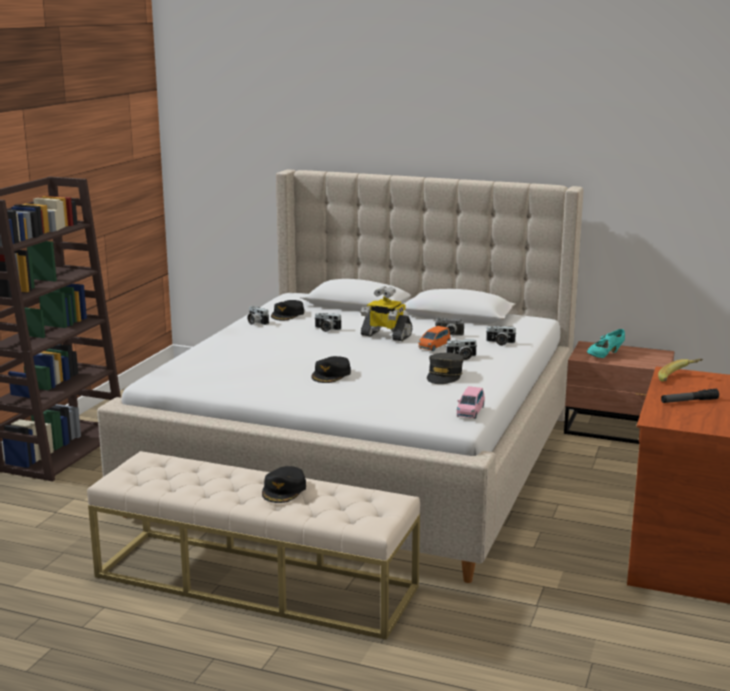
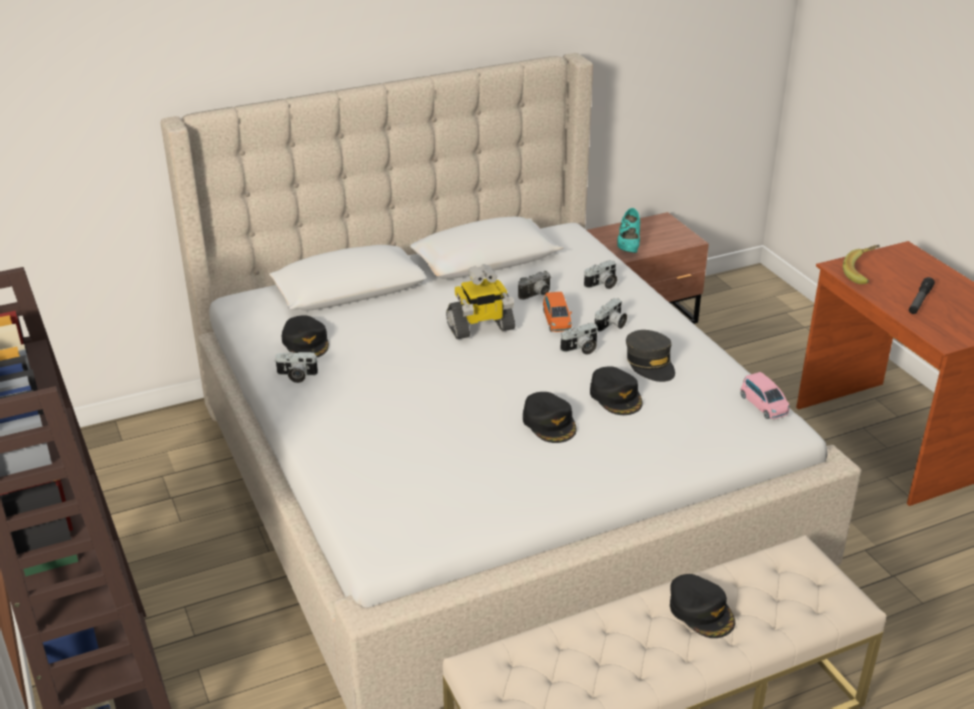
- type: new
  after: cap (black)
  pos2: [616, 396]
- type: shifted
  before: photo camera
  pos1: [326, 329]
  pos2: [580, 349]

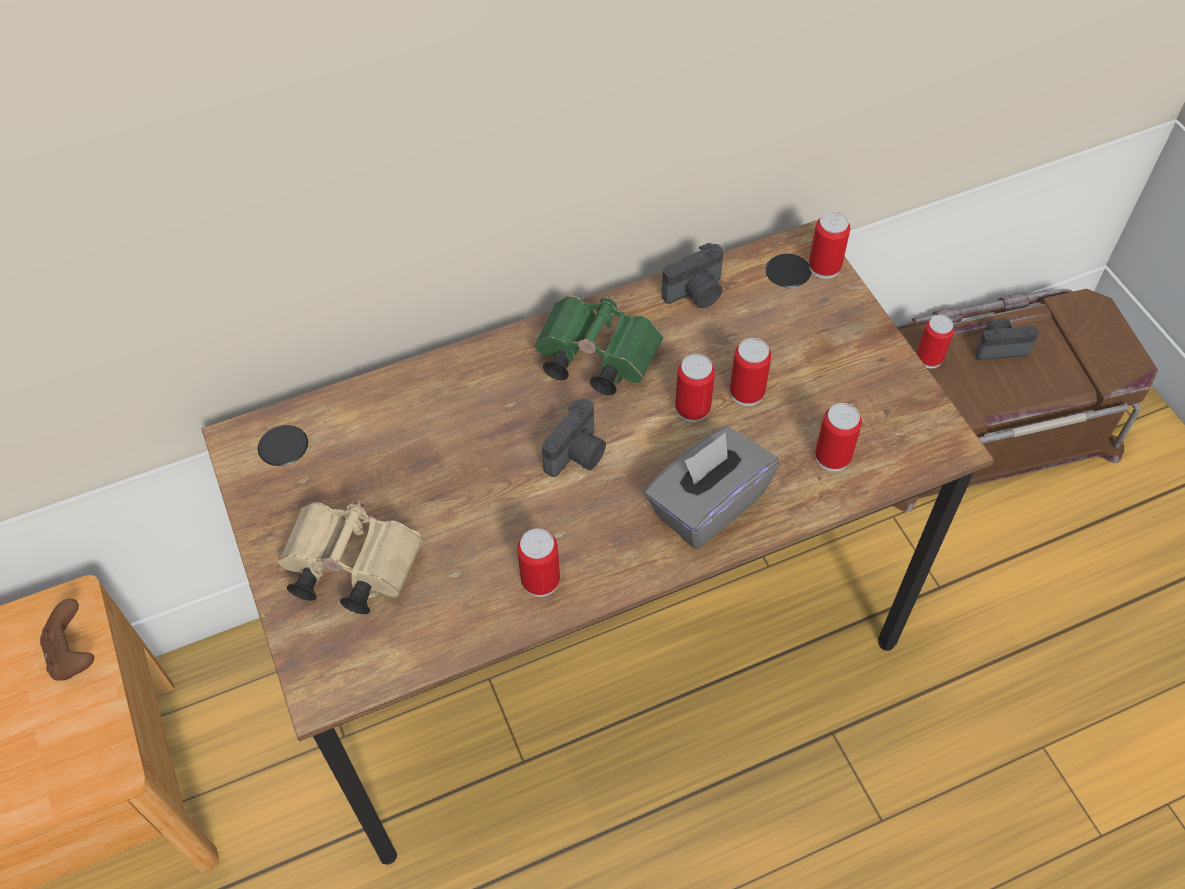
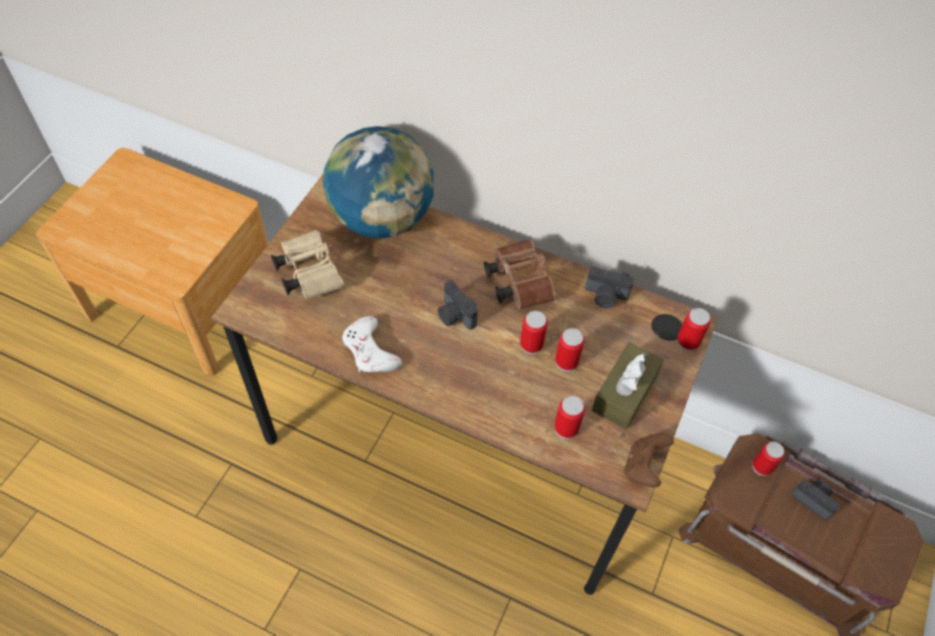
- type: gone
  before: tissue box (grey)
  pos1: [707, 504]
- type: new
  after: globe
  pos2: [382, 218]
- type: new
  after: tissue box (brown)
  pos2: [624, 393]
- type: shifted
  before: game controller (brown)
  pos1: [74, 654]
  pos2: [643, 467]
- type: swapped
  before: can
  after: game controller (white)
  pos1: [540, 580]
  pos2: [370, 351]
- type: repainted
  before: binoculars (green)
  after: binoculars (brown)
  pos1: [592, 358]
  pos2: [517, 281]
- type: rotated
  before: photo camera
  pos1: [578, 455]
  pos2: [454, 316]
  turn: 60

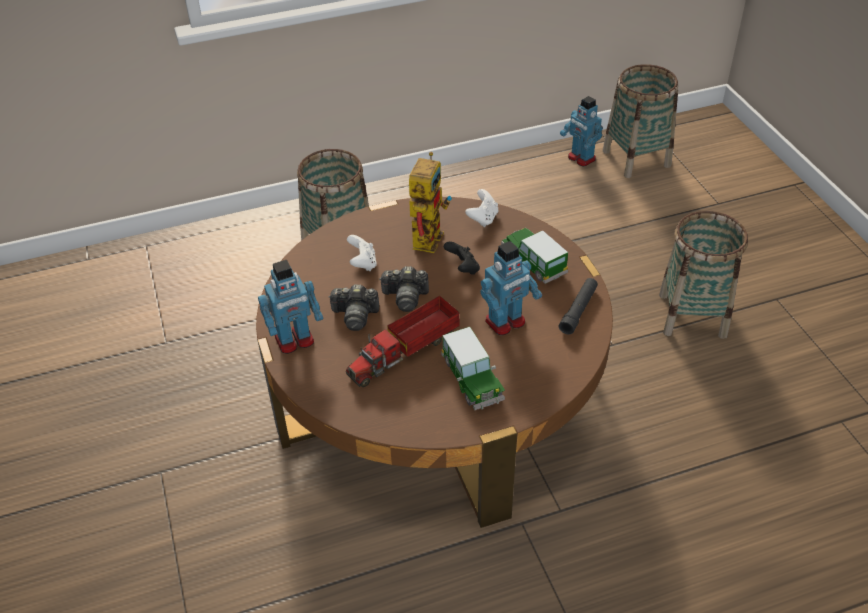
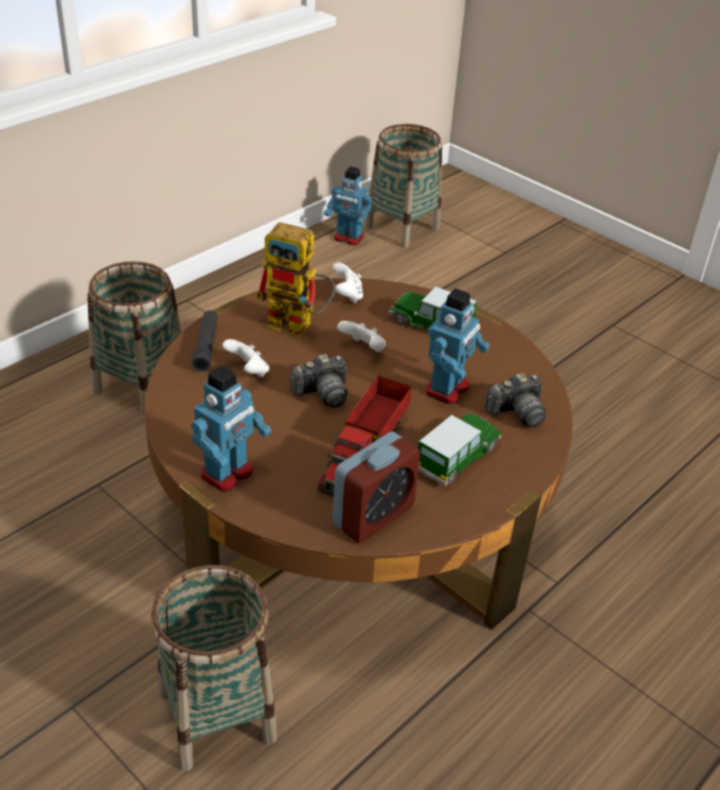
- type: new
  after: alarm clock
  pos2: [373, 515]
- type: shifted
  before: photo camera
  pos1: [355, 315]
  pos2: [517, 412]
- type: shifted
  before: flashlight (black)
  pos1: [578, 310]
  pos2: [206, 346]
- type: shifted
  before: basket
  pos1: [692, 315]
  pos2: [217, 716]
- type: repainted
  before: game controller (black)
  after: game controller (white)
  pos1: [463, 268]
  pos2: [363, 349]
- type: rotated
  before: toy robot
  pos1: [427, 235]
  pos2: [299, 325]
  turn: 120
- type: rotated
  before: toy car
  pos1: [472, 380]
  pos2: [457, 457]
  turn: -90

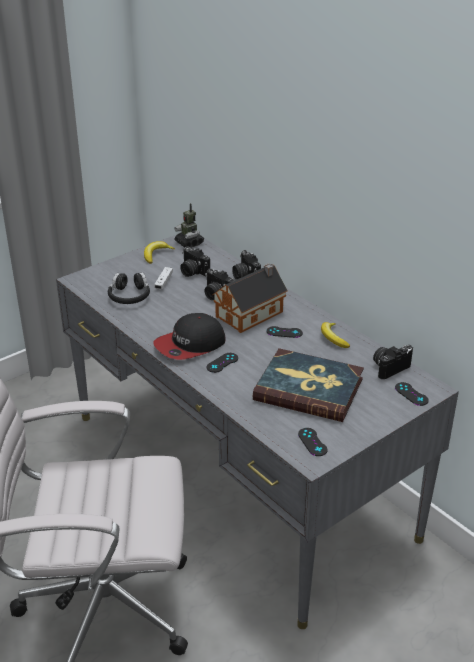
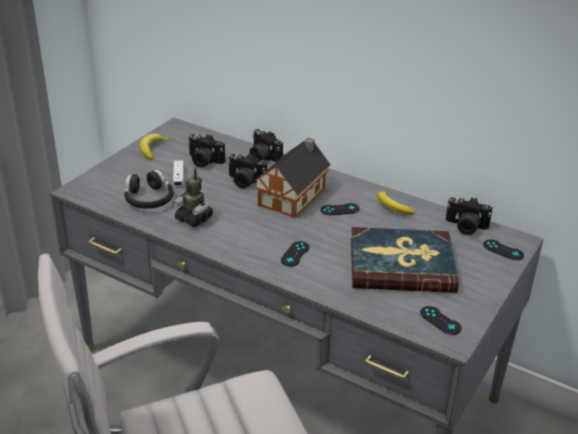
- type: gone
  before: cap
  pos1: [190, 345]
- type: shifted
  before: toy robot
  pos1: [189, 243]
  pos2: [194, 219]
- type: rotated
  before: photo camera
  pos1: [389, 367]
  pos2: [465, 227]
  turn: -105

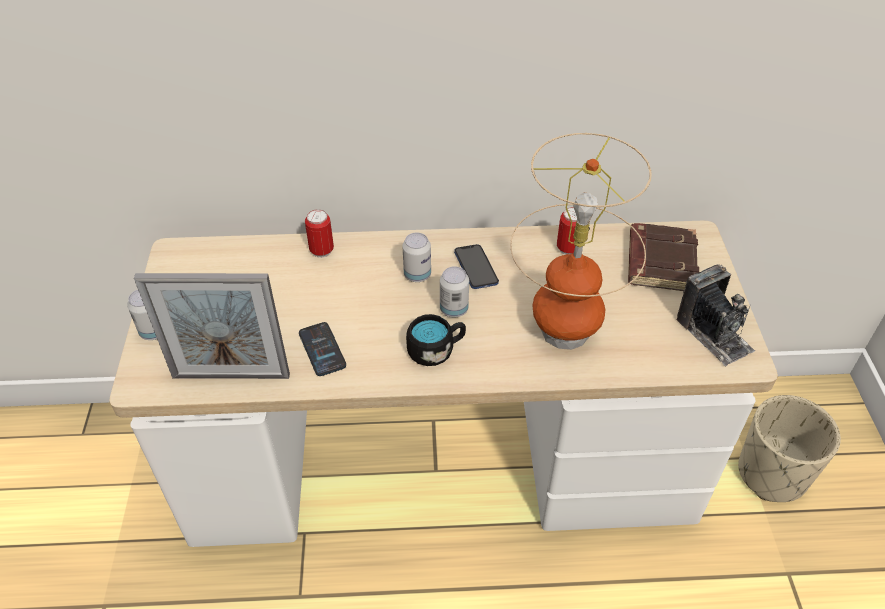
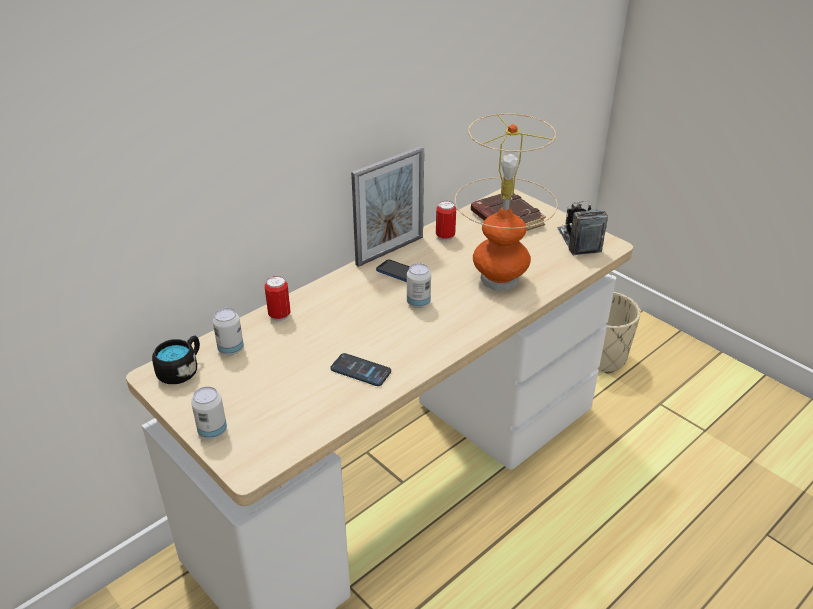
- type: shifted
  before: picture frame
  pos1: [231, 376]
  pos2: [390, 251]
- type: shifted
  before: can
  pos1: [417, 275]
  pos2: [231, 349]
- type: shifted
  before: mug (black)
  pos1: [436, 350]
  pos2: [182, 370]
- type: rotated
  before: photo camera
  pos1: [714, 334]
  pos2: [578, 240]
  turn: -120

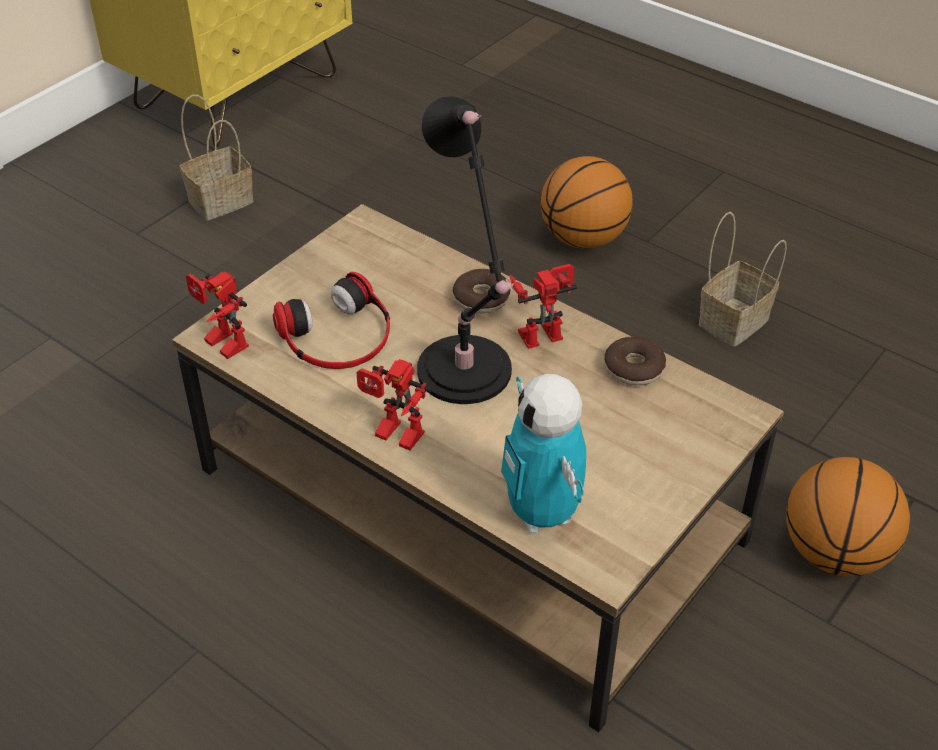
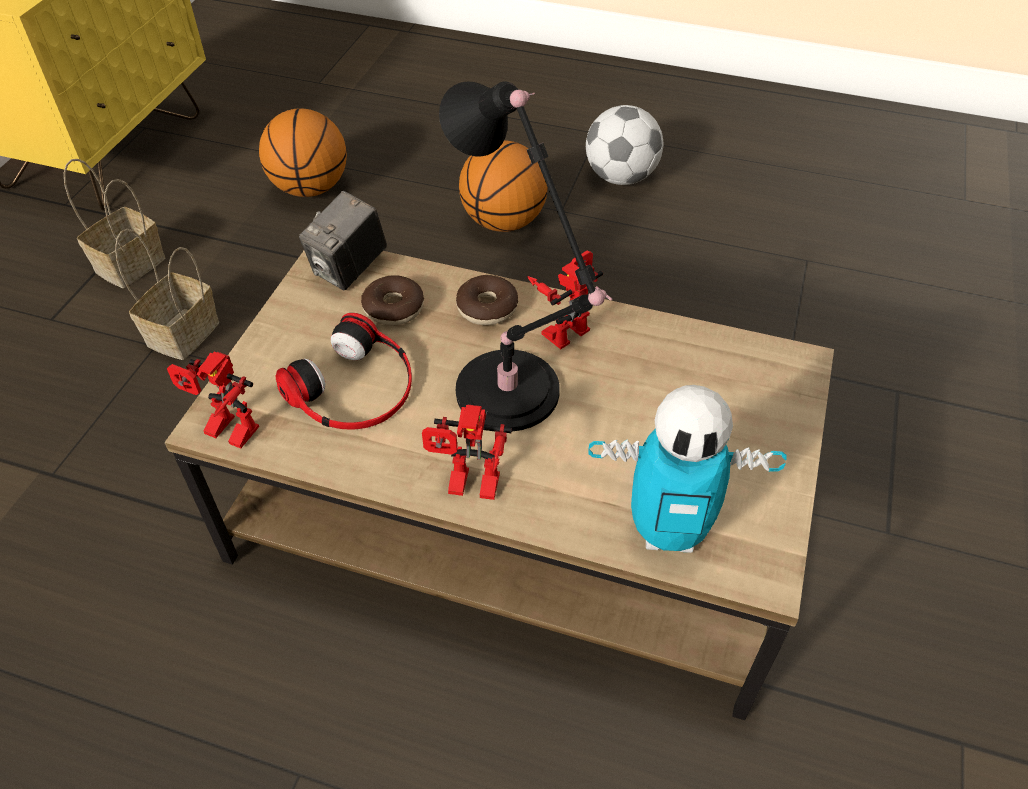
- type: new
  after: photo camera
  pos2: [349, 269]
- type: new
  after: football
  pos2: [621, 177]
- type: shifted
  before: donut
  pos1: [634, 368]
  pos2: [393, 308]
- type: shifted
  before: basket
  pos1: [733, 323]
  pos2: [183, 335]
- type: shifted
  before: basketball
  pos1: [834, 553]
  pos2: [309, 188]
- type: rotated
  before: toy robot
  pos1: [543, 514]
  pos2: [668, 531]
  turn: -45

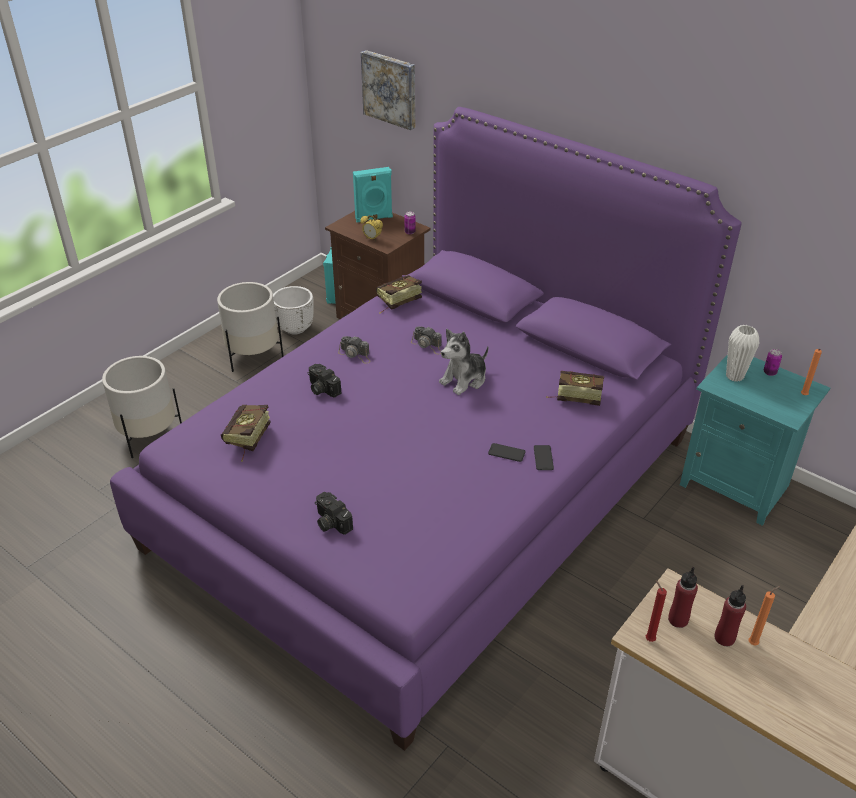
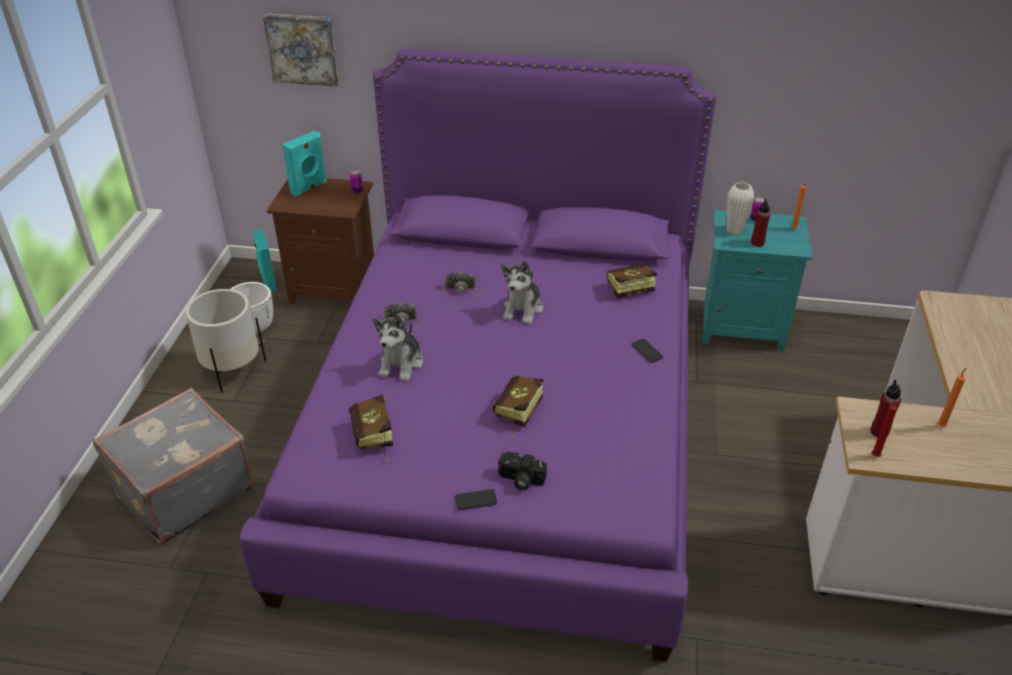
- type: gone
  before: alarm clock
  pos1: [372, 239]
- type: shifted
  before: book
  pos1: [395, 302]
  pos2: [516, 414]
- type: shifted
  before: phone
  pos1: [506, 453]
  pos2: [475, 500]
- type: shifted
  before: bottle (red)
  pos1: [724, 638]
  pos2: [757, 243]
- type: swapped
  before: planter (white)
  after: suitcase (grey)
  pos1: [149, 436]
  pos2: [182, 490]
- type: swapped
  before: photo camera
  after: plush toy
  pos1: [321, 389]
  pos2: [401, 363]

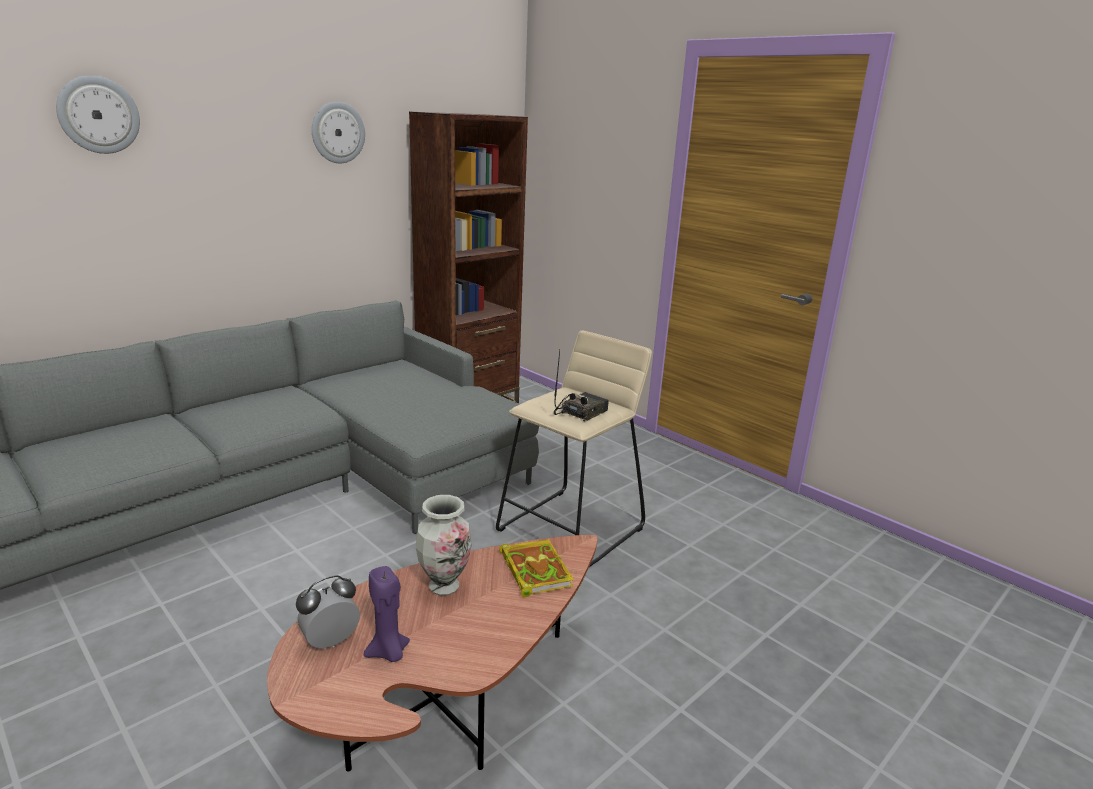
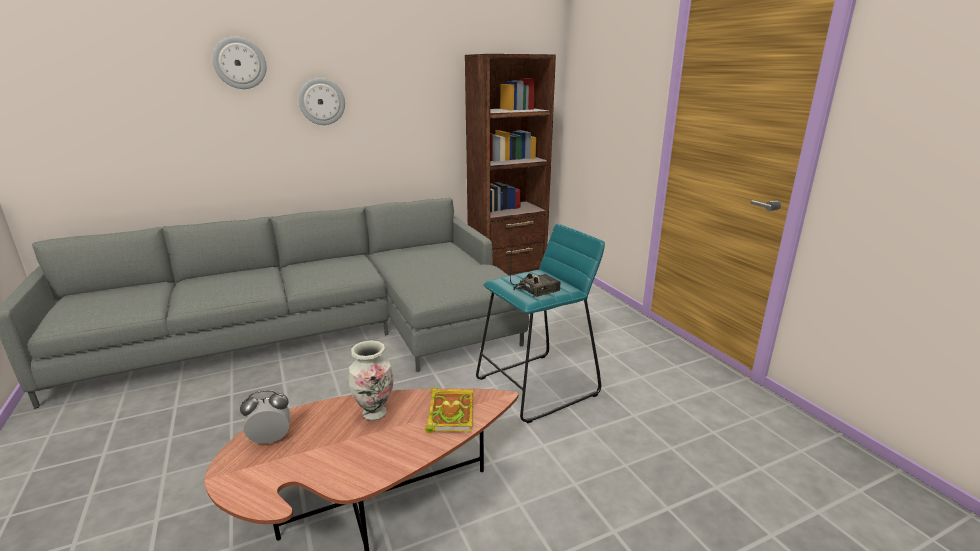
- type: gone
  before: candle (purple)
  pos1: [388, 653]
- type: shifted
  before: wall clock
  pos1: [337, 132]
  pos2: [321, 101]
- type: repainted
  before: stool (beige)
  after: stool (turquoise)
  pos1: [571, 529]
  pos2: [537, 386]

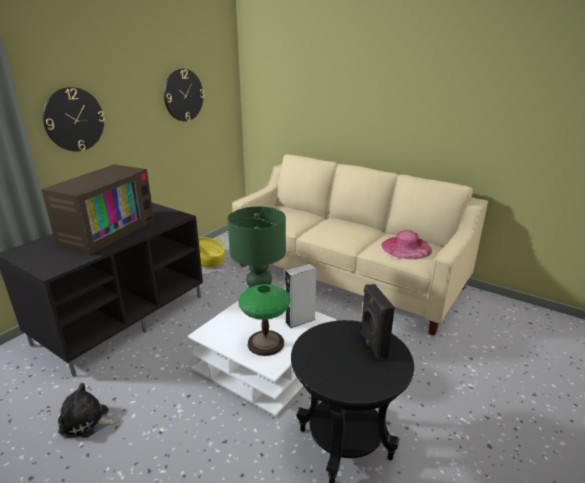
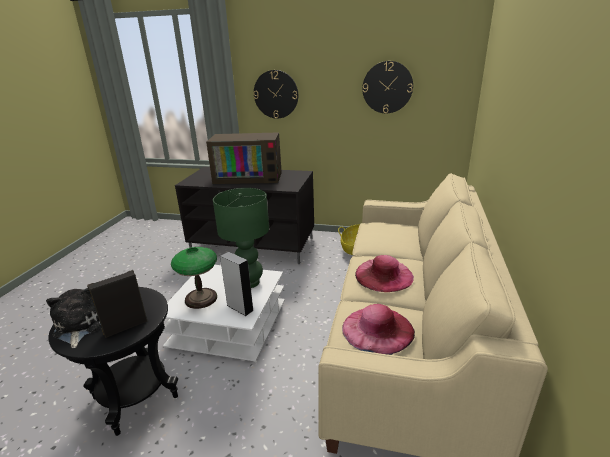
- type: new
  after: hat (pink)
  pos2: [383, 275]
- type: shifted
  before: plush toy
  pos1: [87, 422]
  pos2: [78, 326]

